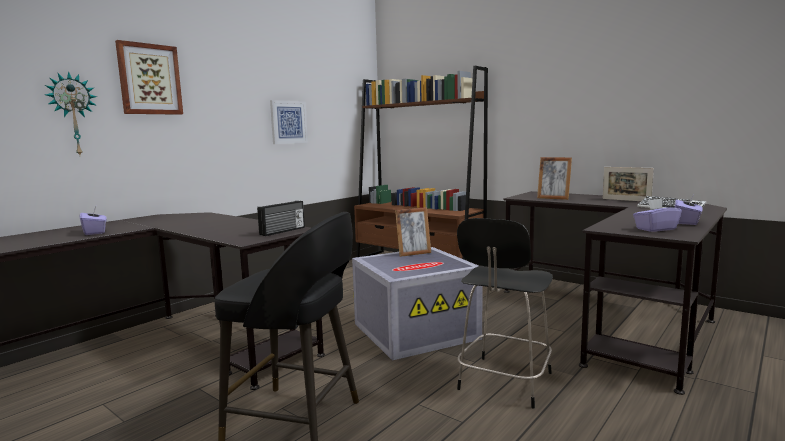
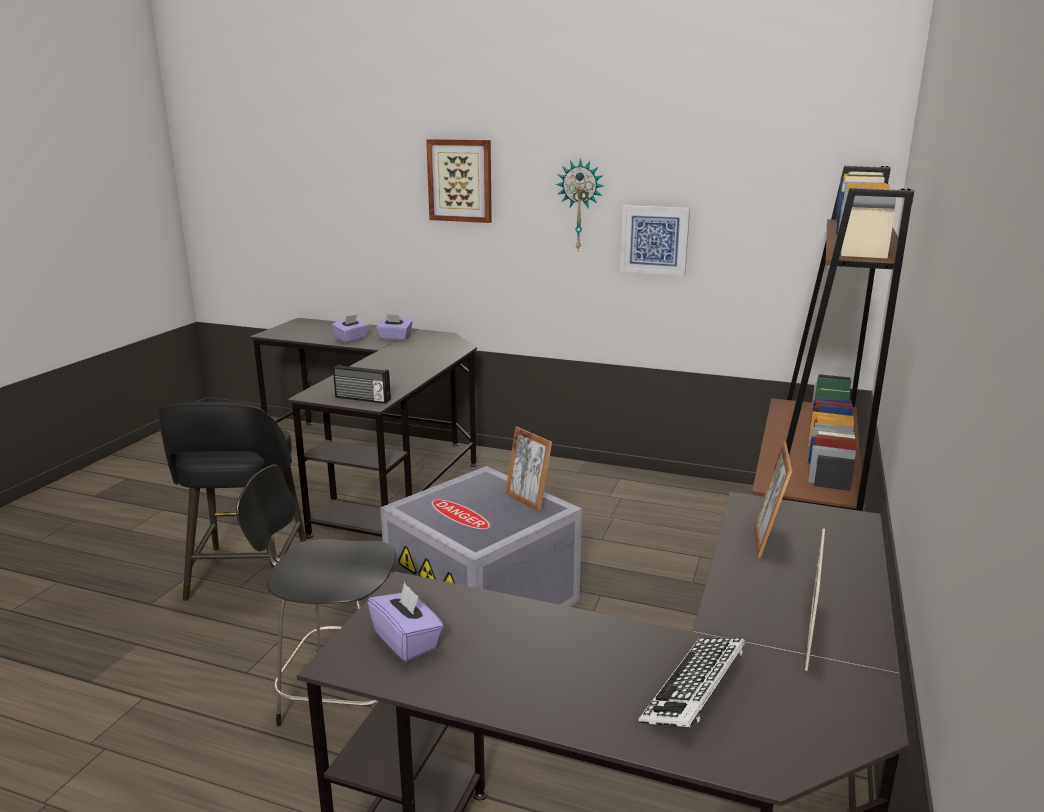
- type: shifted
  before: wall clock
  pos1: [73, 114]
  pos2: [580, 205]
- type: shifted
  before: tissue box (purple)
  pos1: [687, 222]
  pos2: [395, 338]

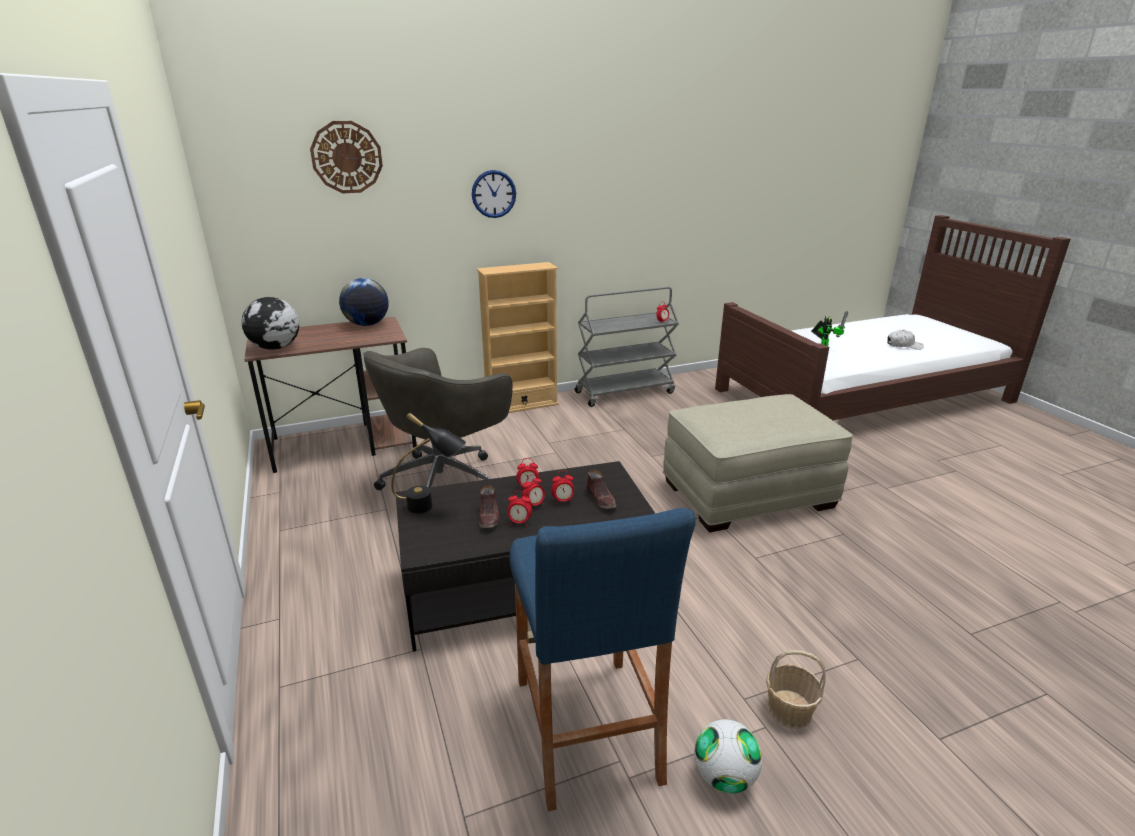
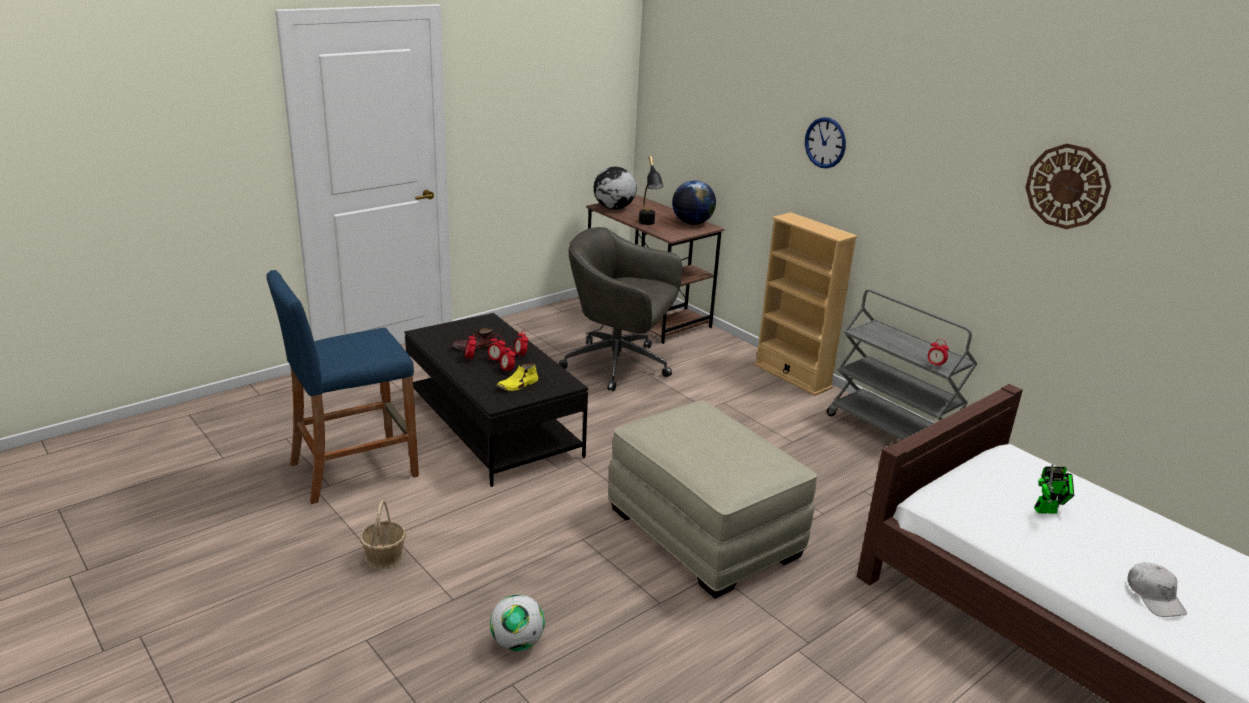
- type: shifted
  before: wall clock
  pos1: [347, 157]
  pos2: [1067, 186]
- type: shifted
  before: table lamp (black)
  pos1: [432, 507]
  pos2: [648, 225]
- type: shifted
  before: football
  pos1: [724, 777]
  pos2: [517, 643]
- type: repainted
  before: shoe (brown)
  after: shoe (yellow)
  pos1: [601, 499]
  pos2: [518, 385]

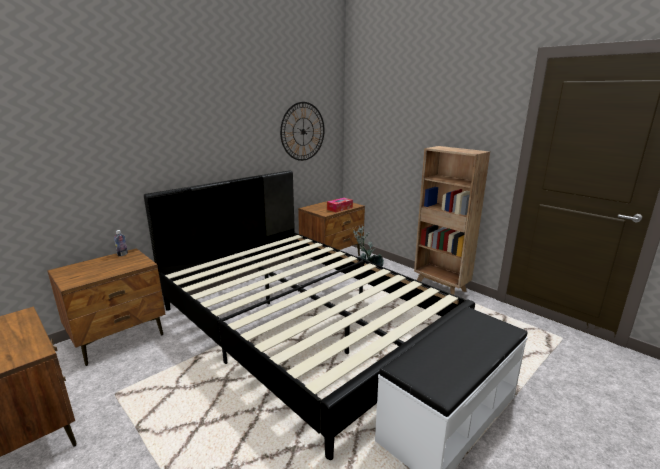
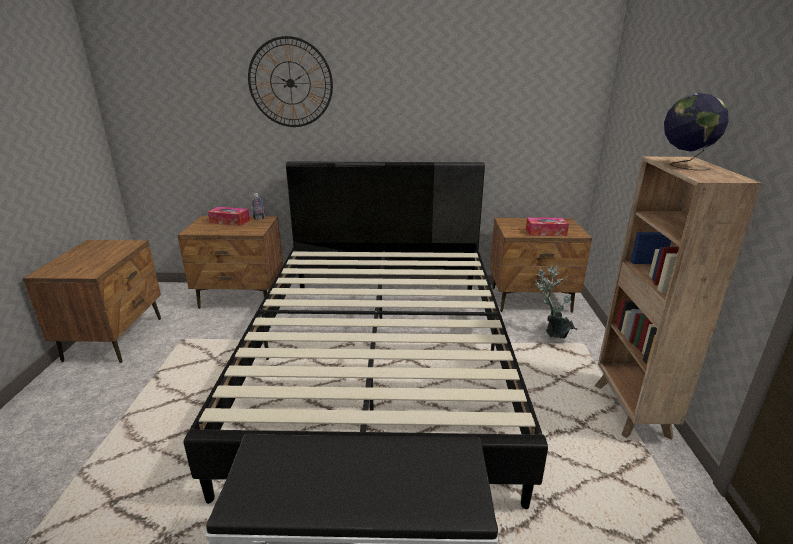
- type: new
  after: tissue box
  pos2: [230, 221]
- type: new
  after: globe
  pos2: [684, 165]
- type: shifted
  before: wall clock
  pos1: [303, 131]
  pos2: [290, 83]

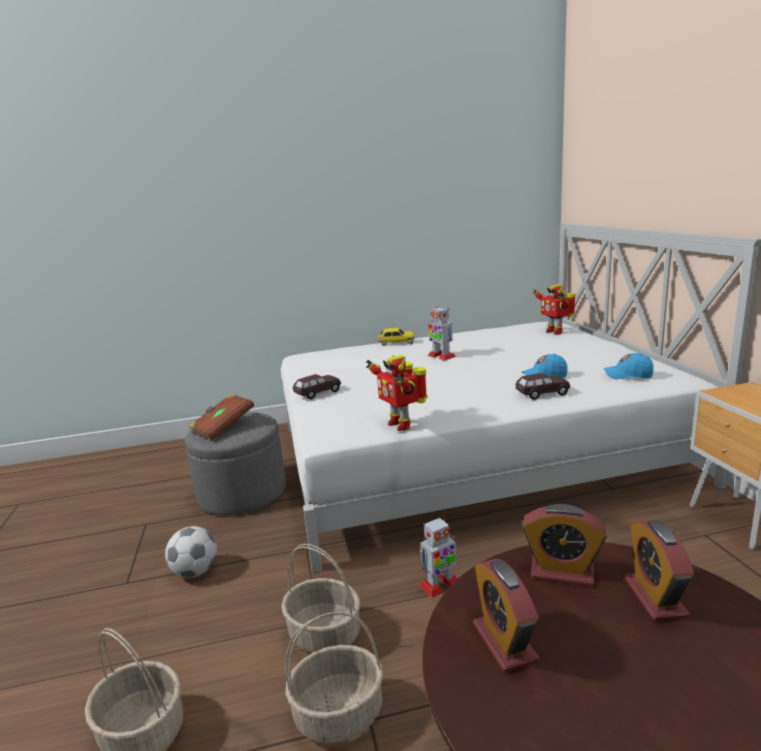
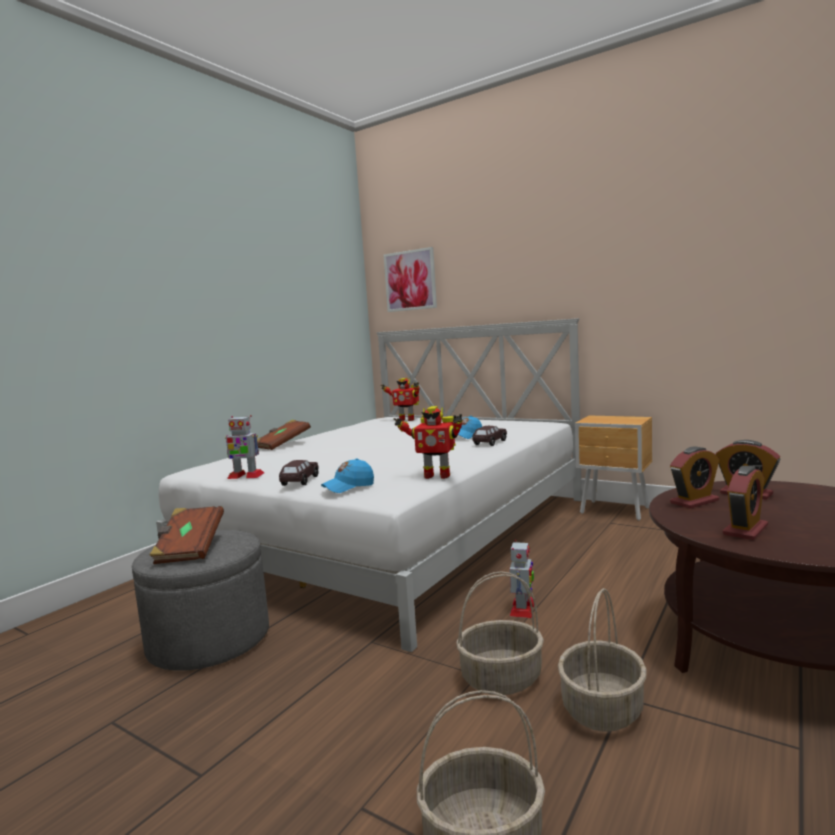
- type: gone
  before: football
  pos1: [195, 571]
- type: new
  after: picture
  pos2: [410, 280]
- type: shifted
  before: toy robot
  pos1: [441, 356]
  pos2: [245, 476]
- type: shifted
  before: cap (blue)
  pos1: [628, 375]
  pos2: [348, 487]
- type: swapped
  before: toy car
  after: book (brown)
  pos1: [396, 343]
  pos2: [283, 445]
- type: rotated
  before: alarm clock
  pos1: [504, 642]
  pos2: [745, 530]
  turn: -75

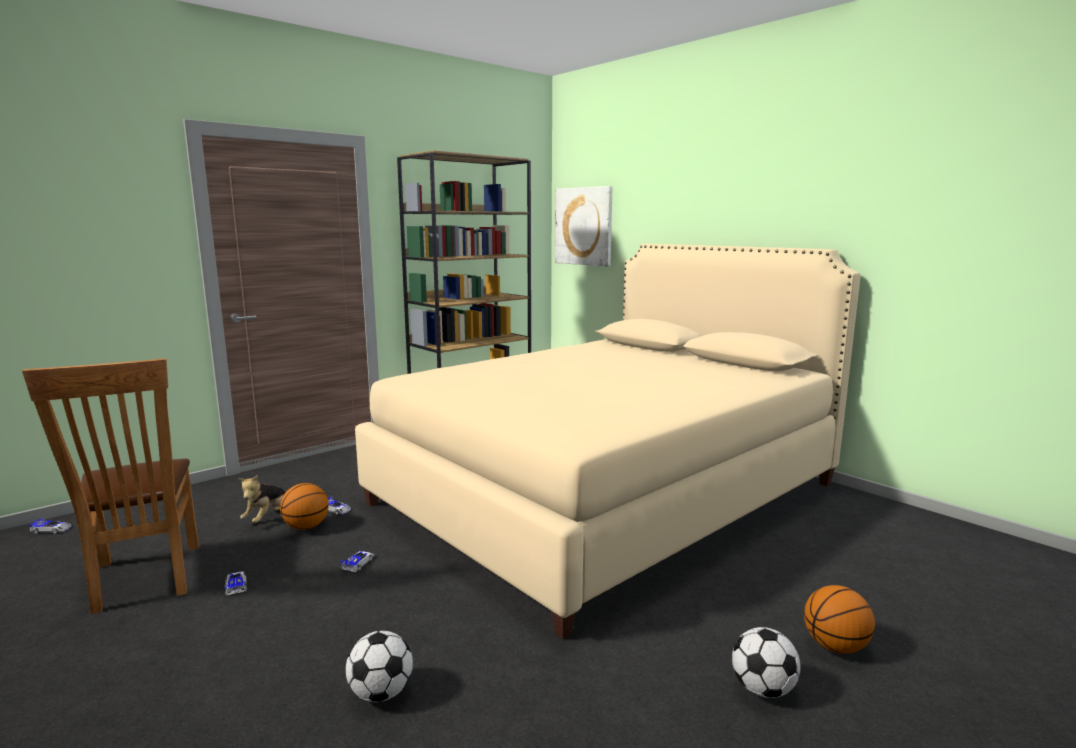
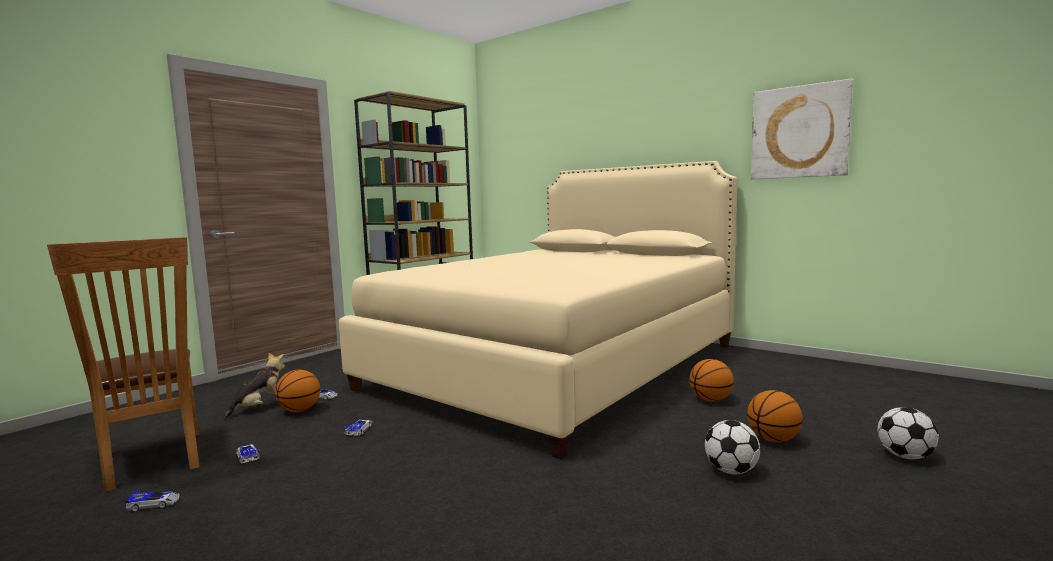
- type: new
  after: basketball
  pos2: [711, 400]
- type: shifted
  before: toy car
  pos1: [51, 529]
  pos2: [154, 503]
- type: shifted
  before: football
  pos1: [381, 693]
  pos2: [905, 456]
- type: shifted
  before: picture
  pos1: [584, 226]
  pos2: [799, 132]
- type: rotated
  before: plush toy
  pos1: [268, 518]
  pos2: [260, 407]
  turn: -150

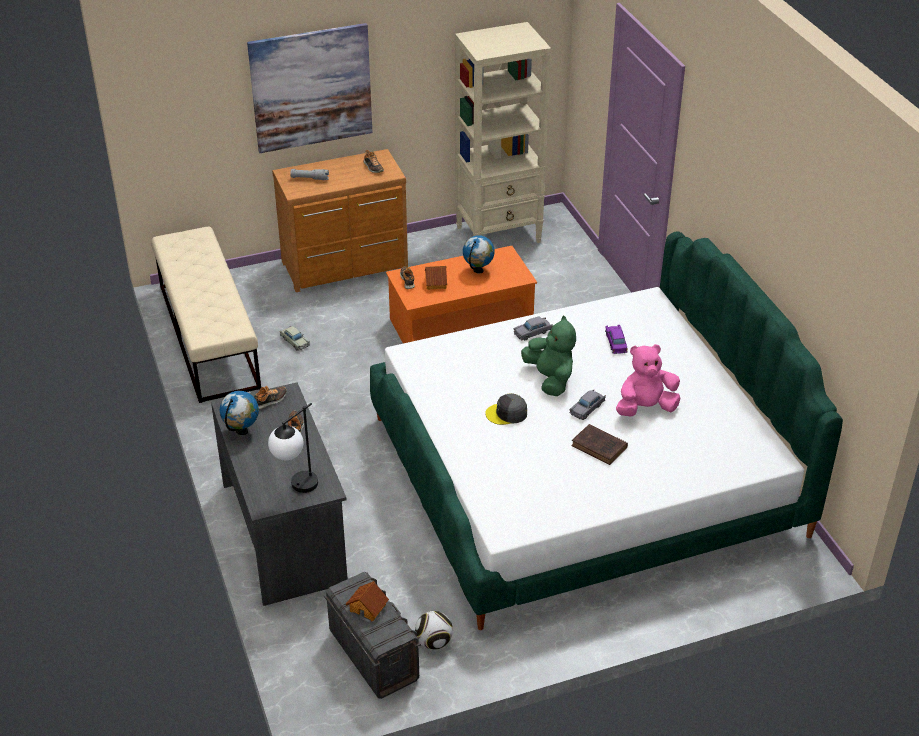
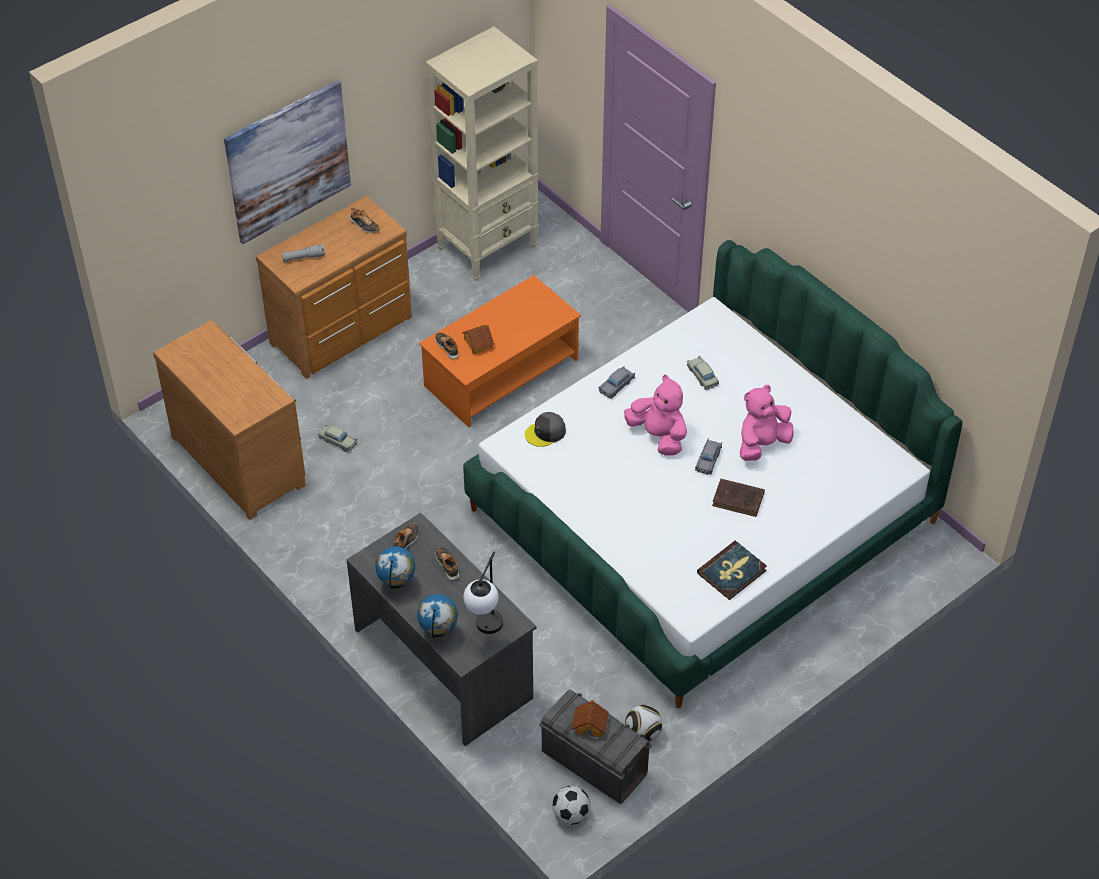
- type: new
  after: football
  pos2: [571, 815]
- type: new
  after: book
  pos2: [732, 572]
- type: shifted
  before: globe
  pos1: [478, 270]
  pos2: [438, 632]
- type: shifted
  before: cap (grey)
  pos1: [507, 413]
  pos2: [545, 433]
- type: swapped
  before: bench (beige)
  after: dresser (brown)
  pos1: [208, 335]
  pos2: [240, 459]
- type: repainted
  before: plush toy (green)
  after: plush toy (pink)
  pos1: [550, 379]
  pos2: [658, 436]
- type: repainted
  before: toy car (purple)
  after: toy car (beige)
  pos1: [616, 343]
  pos2: [702, 376]

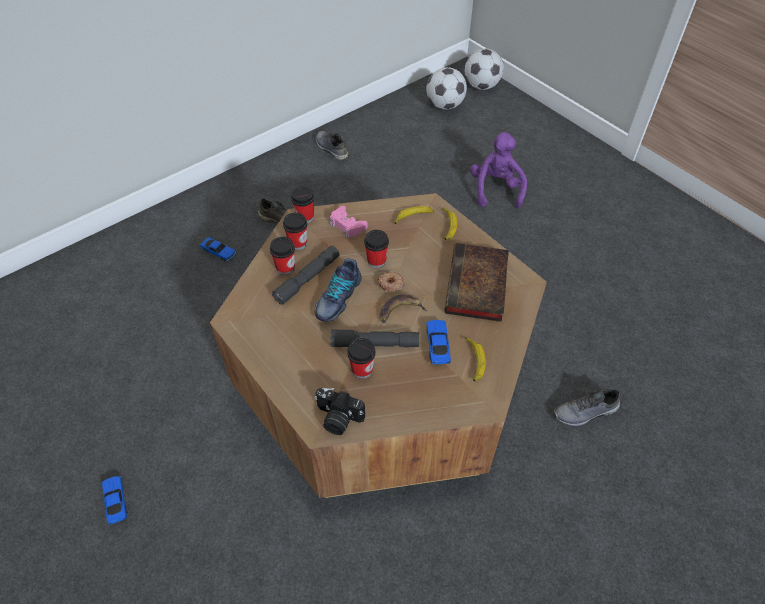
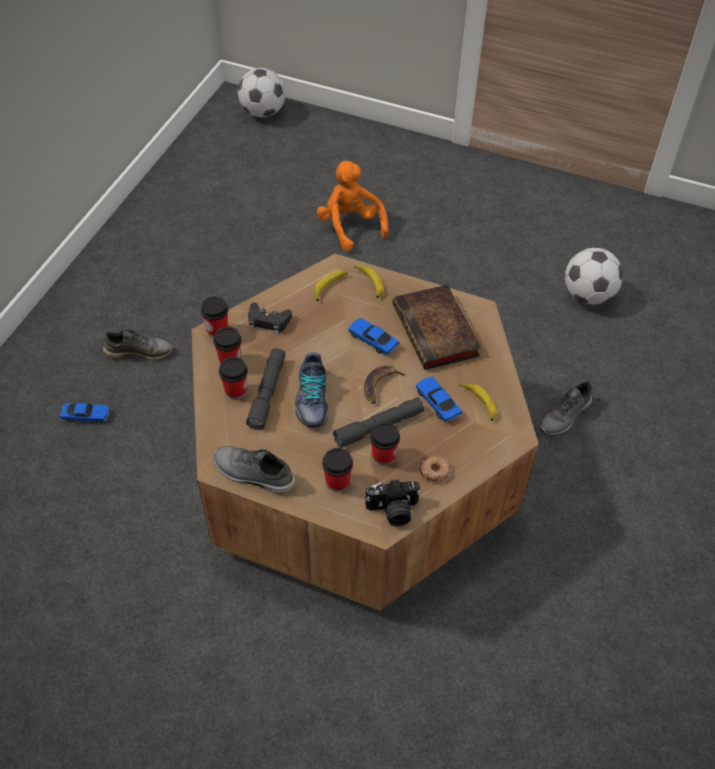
- type: shifted
  before: toy car
  pos1: [116, 501]
  pos2: [372, 340]
- type: shifted
  before: shoe (grey)
  pos1: [331, 149]
  pos2: [253, 475]
- type: shifted
  before: cup
  pos1: [376, 261]
  pos2: [337, 482]
- type: shifted
  before: donut
  pos1: [390, 284]
  pos2: [435, 471]
- type: shifted
  before: football
  pos1: [445, 105]
  pos2: [588, 295]
- type: repainted
  before: game controller (pink)
  after: game controller (black)
  pos1: [347, 225]
  pos2: [268, 321]
- type: repainted
  before: plush toy (purple)
  after: plush toy (orange)
  pos1: [495, 189]
  pos2: [350, 226]

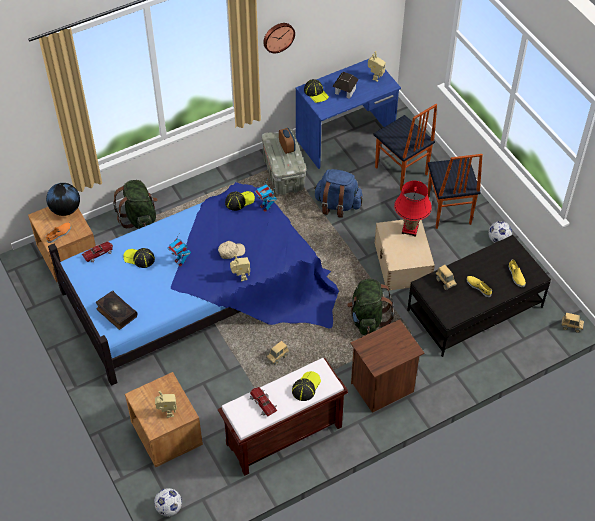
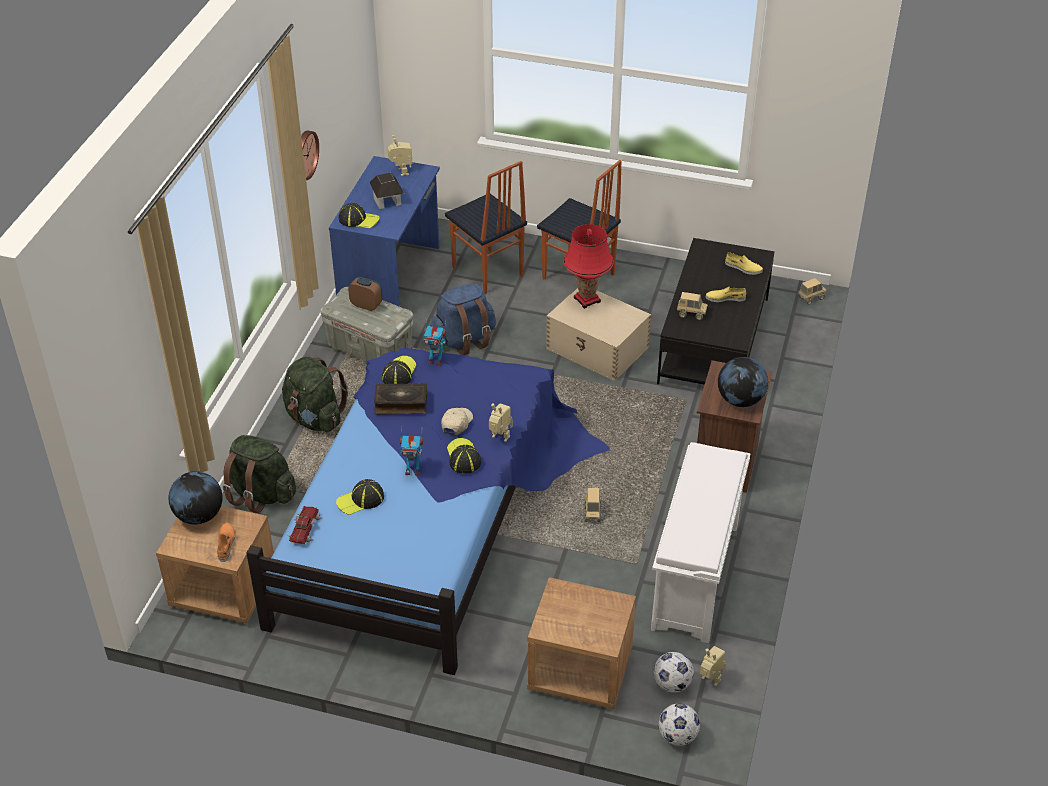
- type: gone
  before: toy car
  pos1: [262, 403]
- type: new
  after: globe
  pos2: [740, 400]
- type: shifted
  before: book
  pos1: [116, 313]
  pos2: [401, 404]
- type: shifted
  before: toy robot
  pos1: [167, 412]
  pos2: [709, 681]
- type: shifted
  before: cap
  pos1: [306, 387]
  pos2: [463, 457]
- type: shifted
  before: backpack (green)
  pos1: [367, 318]
  pos2: [315, 418]
- type: shifted
  before: football
  pos1: [498, 239]
  pos2: [672, 684]
- type: repainted
  before: bench (brown)
  after: bench (white)
  pos1: [283, 436]
  pos2: [695, 578]
- type: rotated
  before: chair
  pos1: [401, 171]
  pos2: [487, 272]
  turn: 45

